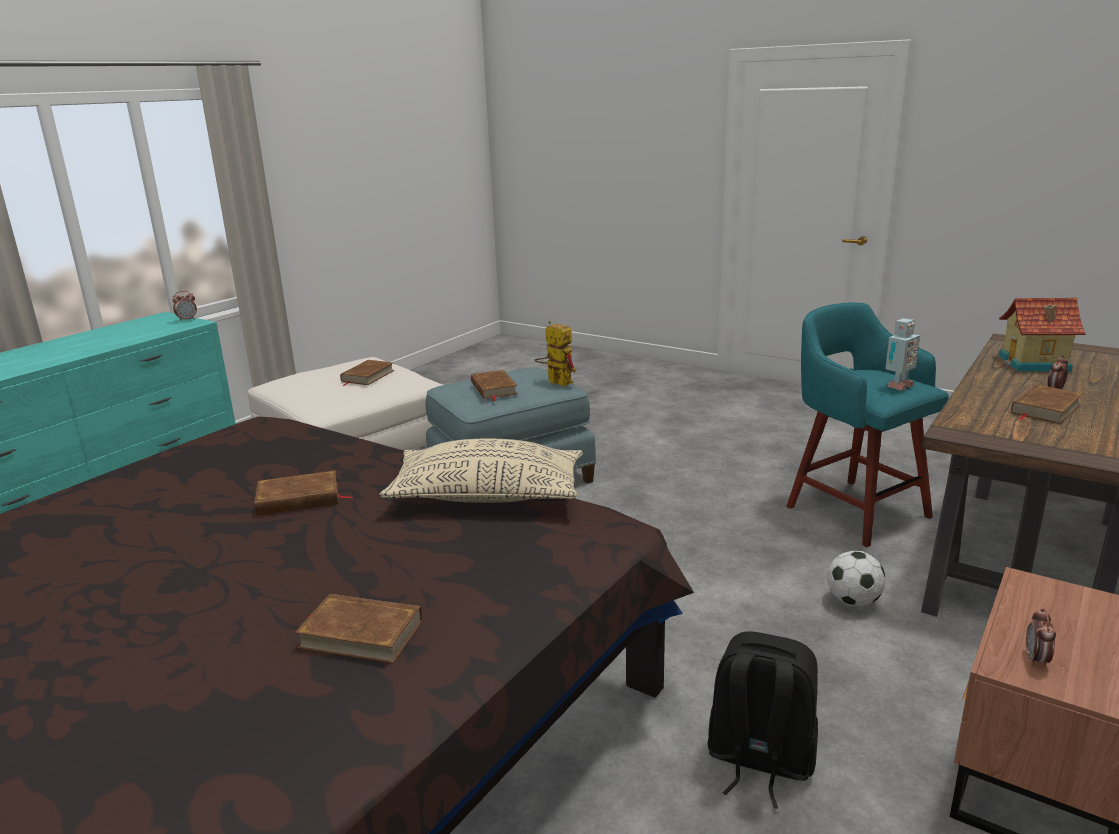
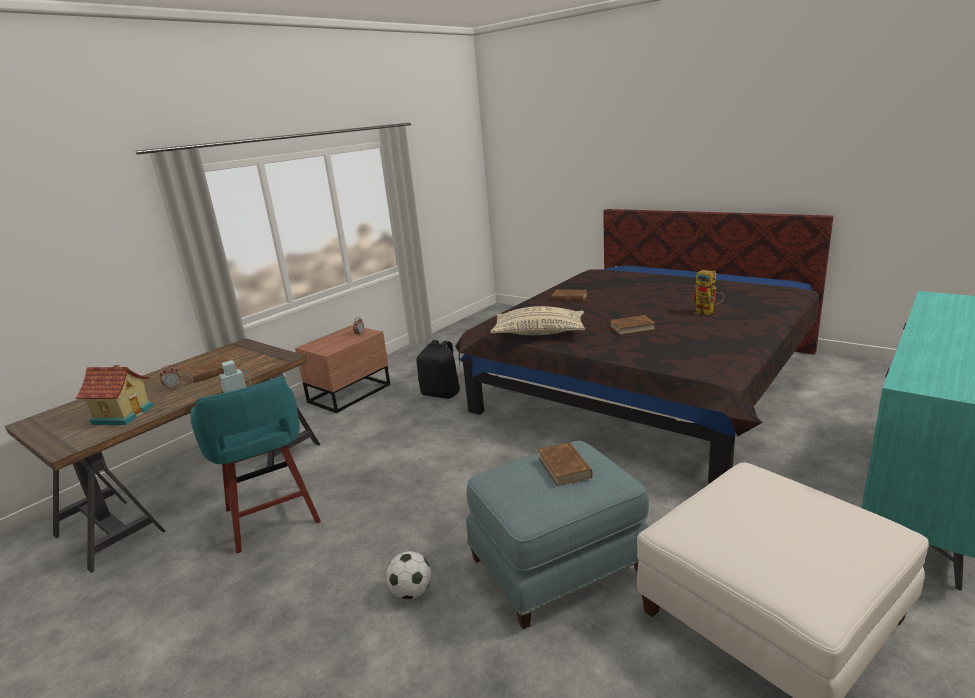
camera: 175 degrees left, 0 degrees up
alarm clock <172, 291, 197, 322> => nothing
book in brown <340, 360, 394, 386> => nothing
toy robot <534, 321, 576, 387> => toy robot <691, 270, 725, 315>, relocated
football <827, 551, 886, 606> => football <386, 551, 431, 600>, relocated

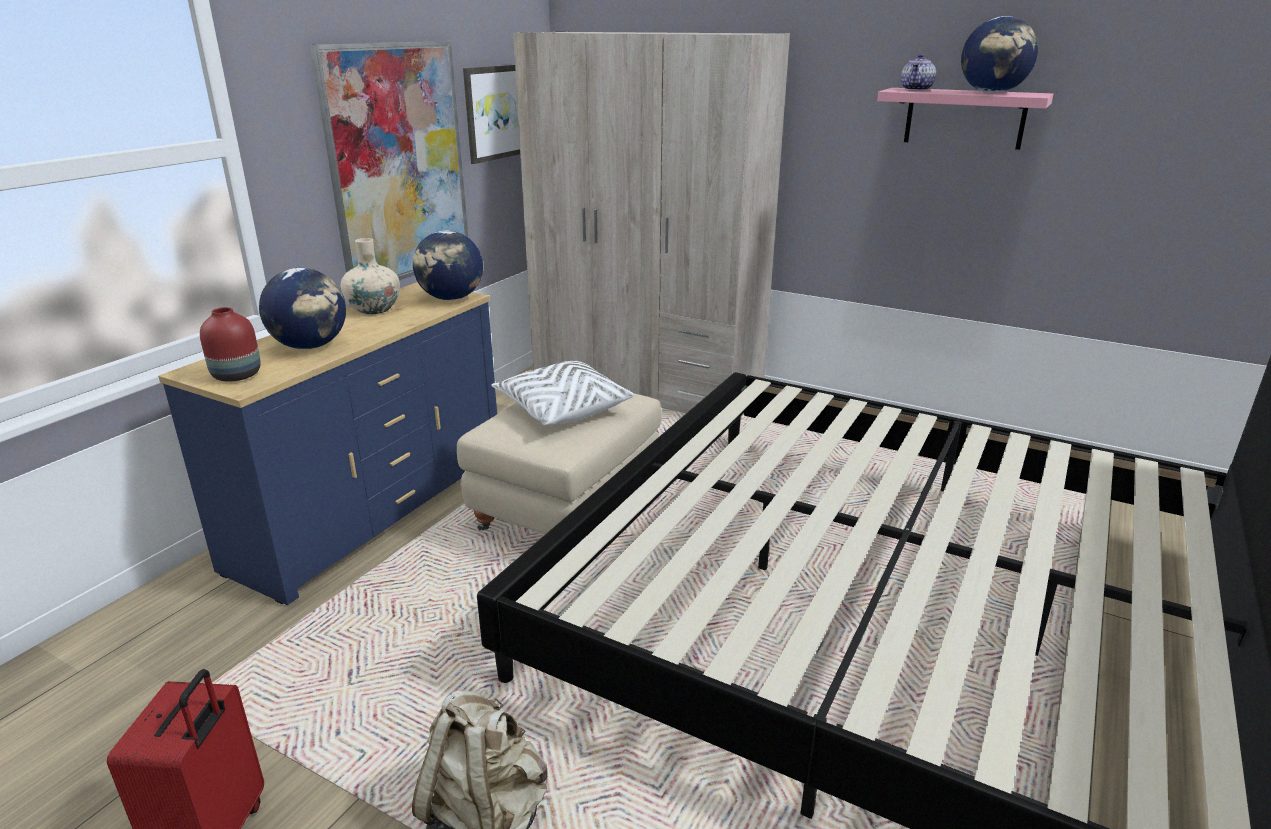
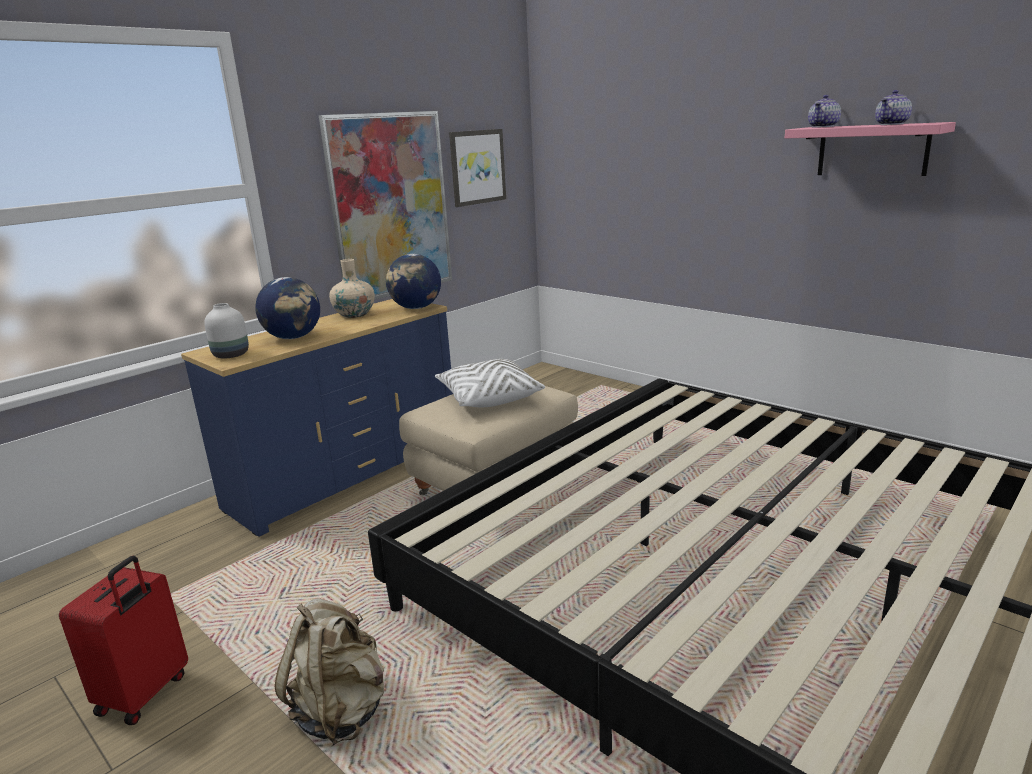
camera: 15 degrees right, 5 degrees down
vase in red <200, 307, 261, 382> => vase in white <204, 303, 249, 358>
wardrobe in beige <513, 32, 790, 413> => nothing
globe <961, 16, 1038, 93> => teapot <875, 90, 912, 125>

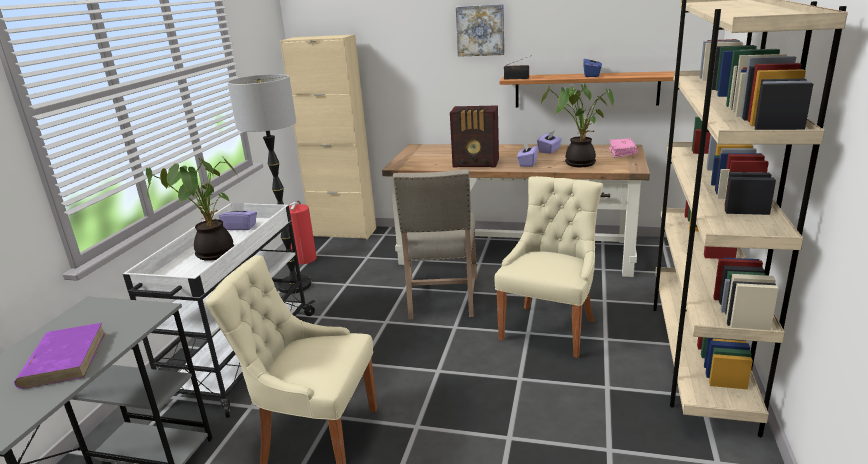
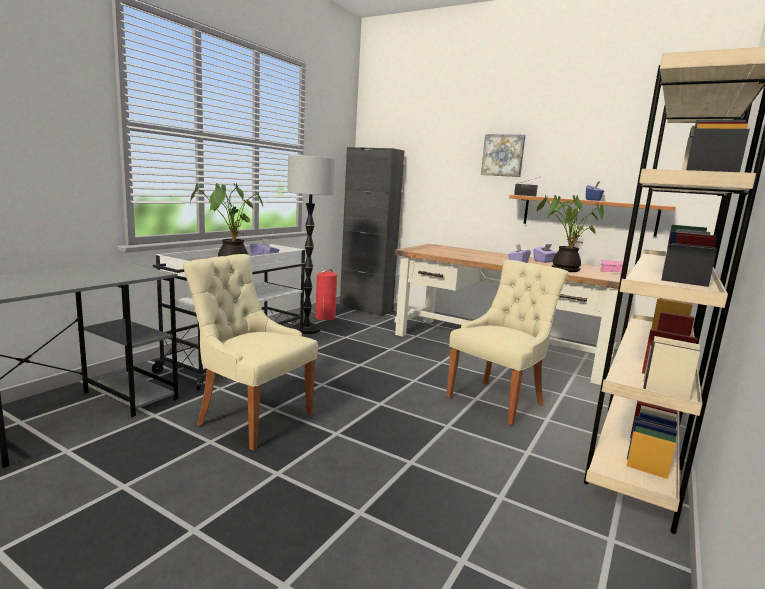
camera: 15 degrees right, 10 degrees down
book in purple <14, 323, 105, 389> => nothing
cabinet in beige <280, 34, 376, 239> => cabinet in black <340, 147, 404, 316>
chair in beige <393, 169, 477, 319> => nothing
radio <450, 105, 499, 168> => nothing

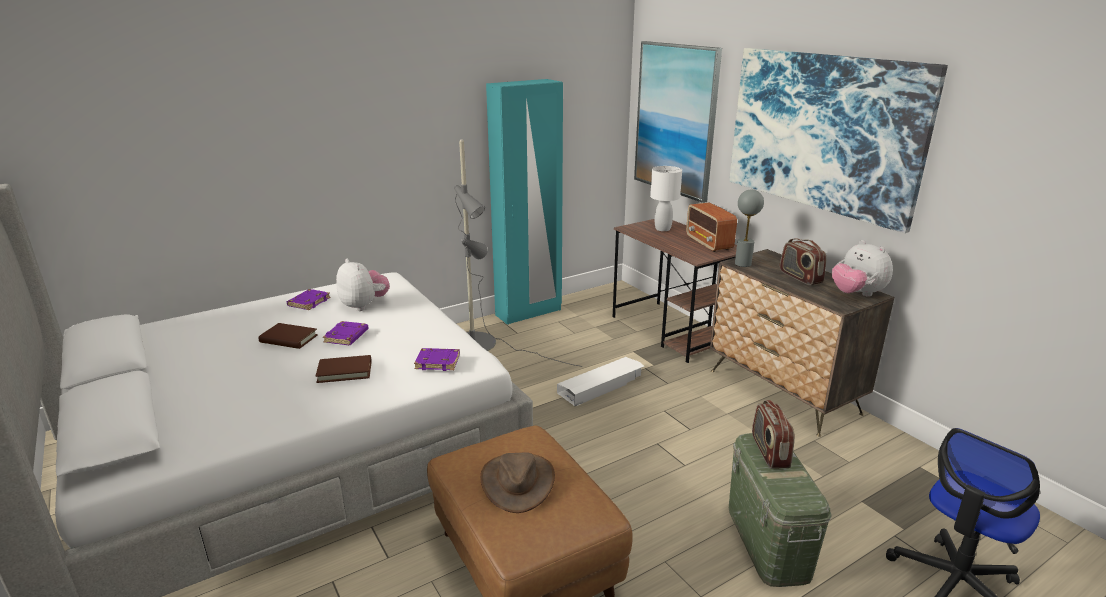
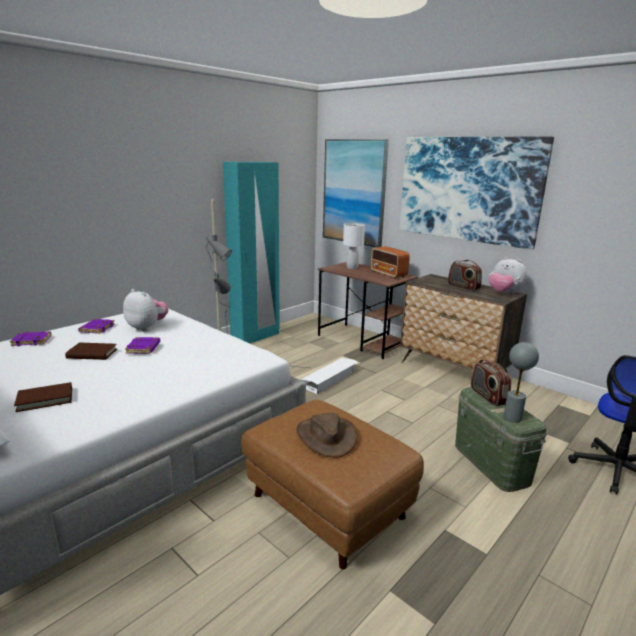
camera: 15 degrees left, 5 degrees down
book in brown <315, 355, 372, 383> => book in brown <14, 382, 72, 412>, relocated
book in purple <414, 348, 460, 371> => book in purple <10, 332, 51, 346>, relocated
table lamp in grey <735, 189, 764, 267> => table lamp in grey <504, 342, 539, 423>, relocated

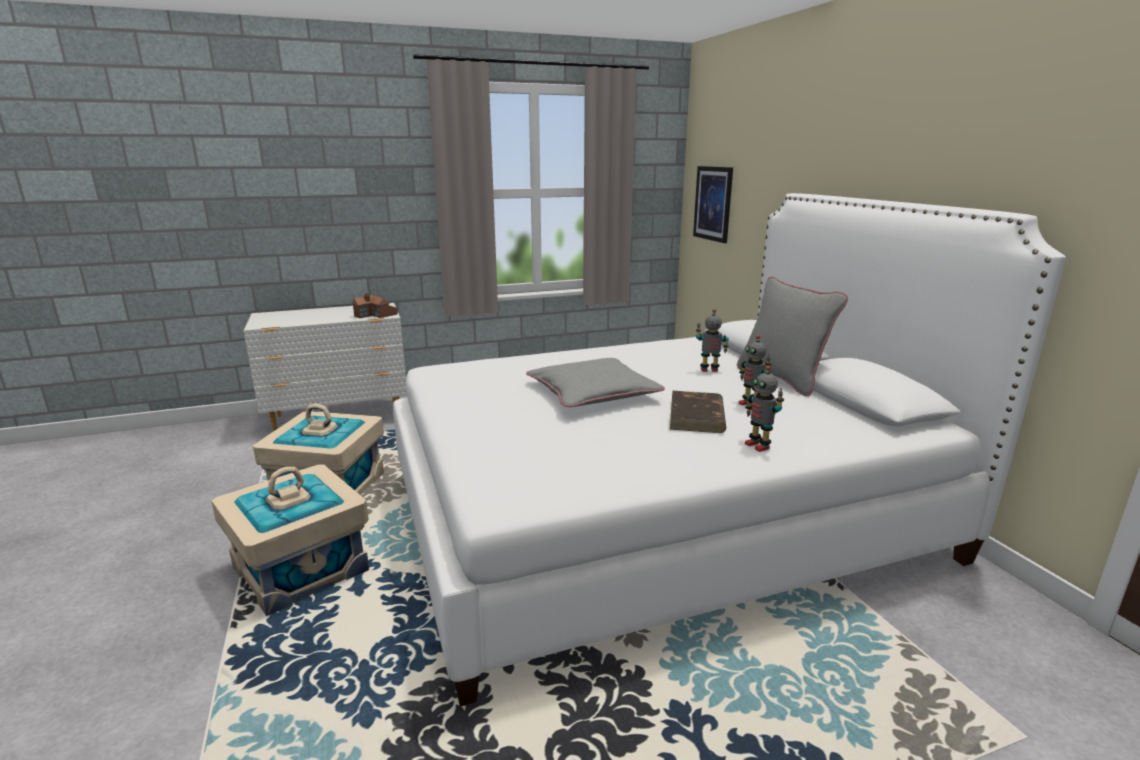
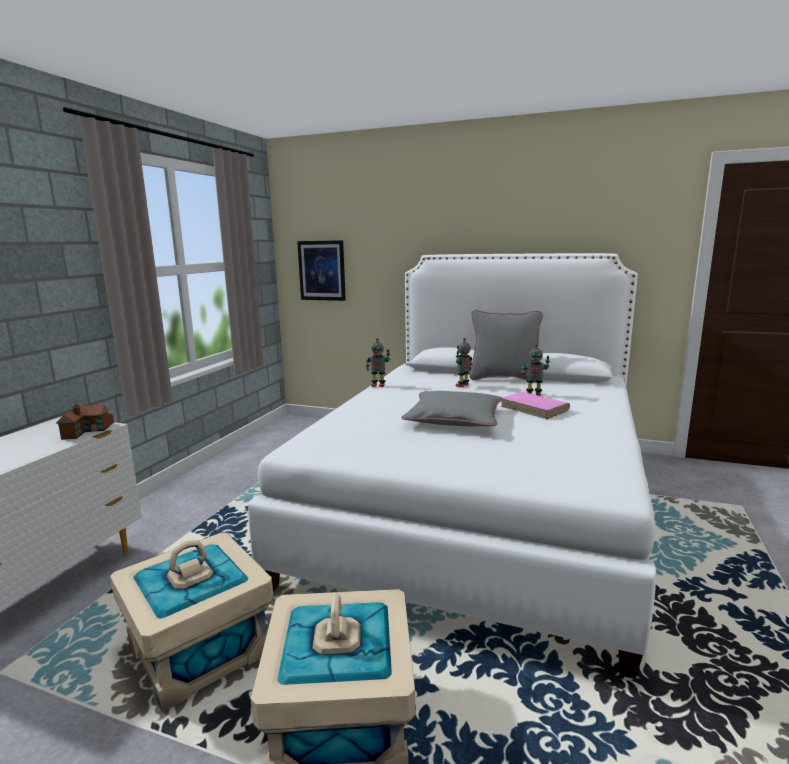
camera: 50 degrees left, 5 degrees down
book in brown <670, 391, 726, 433> => book in pink <501, 392, 570, 419>
toy robot <745, 366, 784, 452> => toy robot <366, 338, 390, 387>, relocated

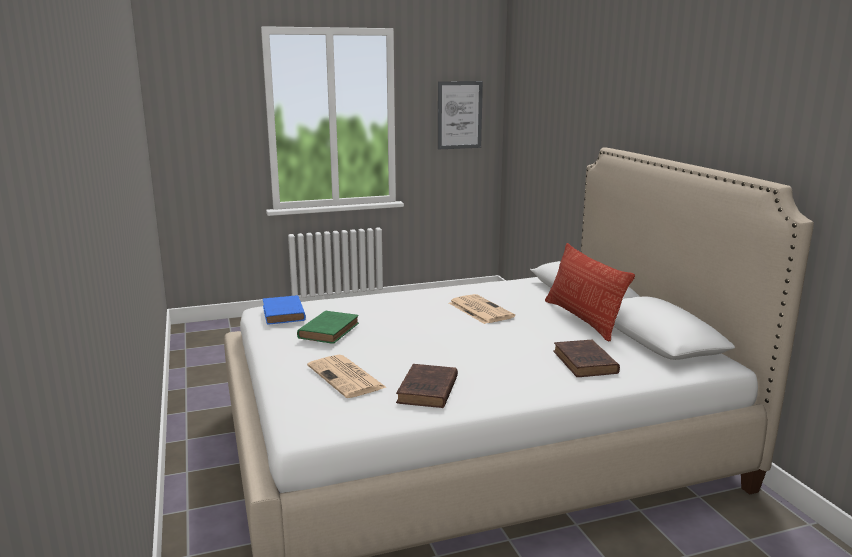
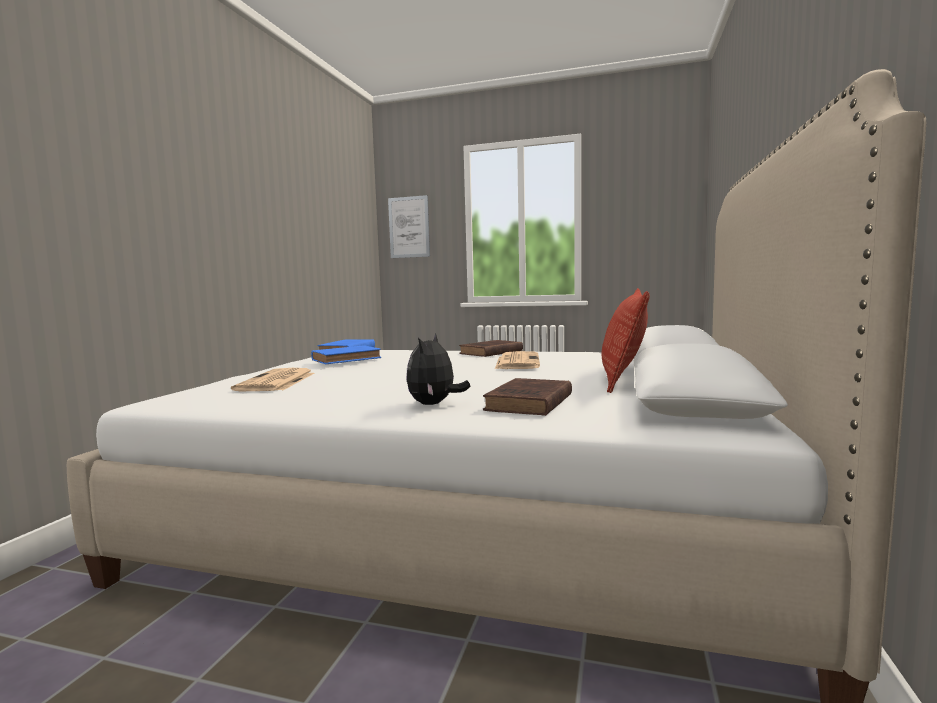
camera: 35 degrees right, 10 degrees down
book in green <297, 311, 359, 344> => book in blue <311, 345, 381, 364>
book in brown <396, 364, 458, 408> => book in brown <459, 340, 523, 357>, relocated
picture <438, 81, 483, 150> => picture <388, 195, 430, 258>, relocated
nothing => plush toy <406, 333, 470, 405>

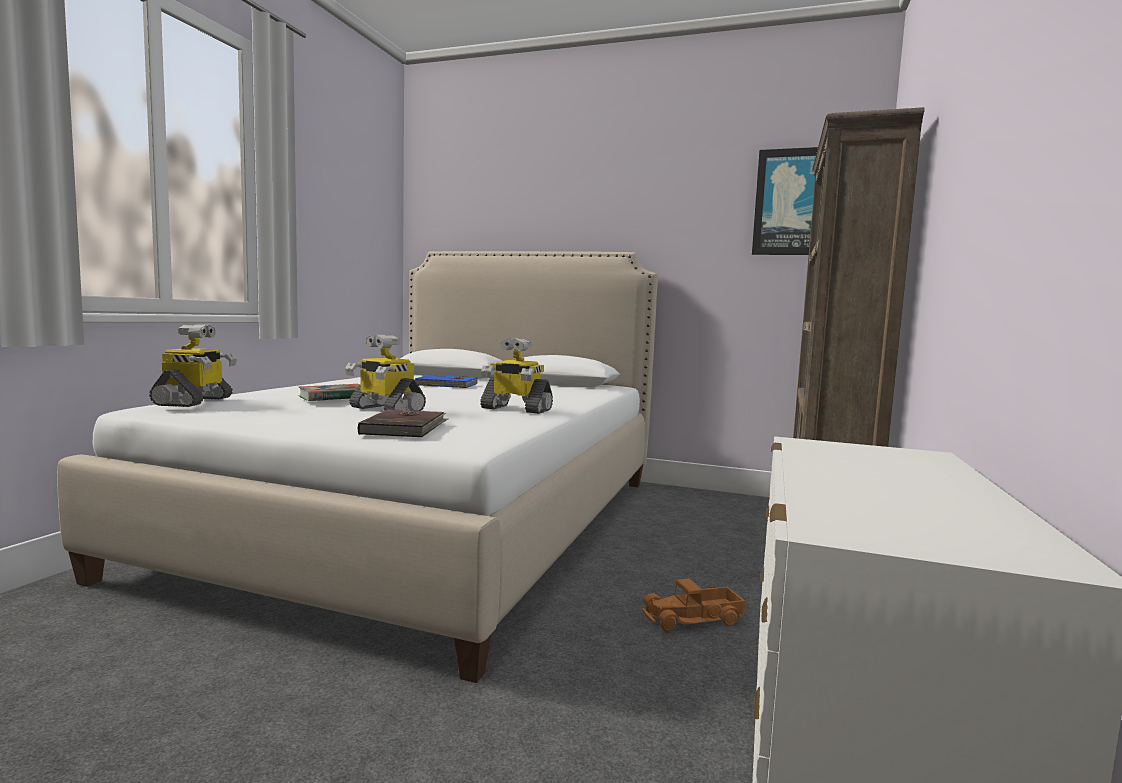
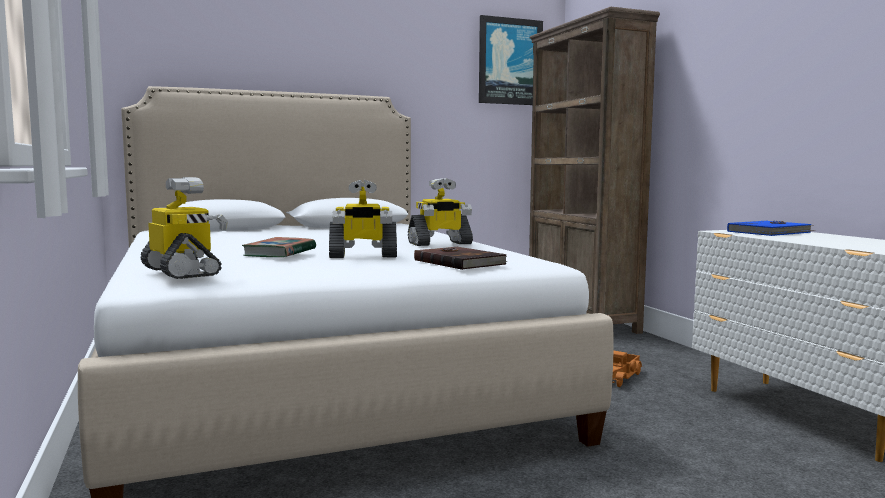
camera: 40 degrees left, 0 degrees up
book in blue <415, 375, 478, 388> => book in blue <727, 220, 815, 236>, relocated

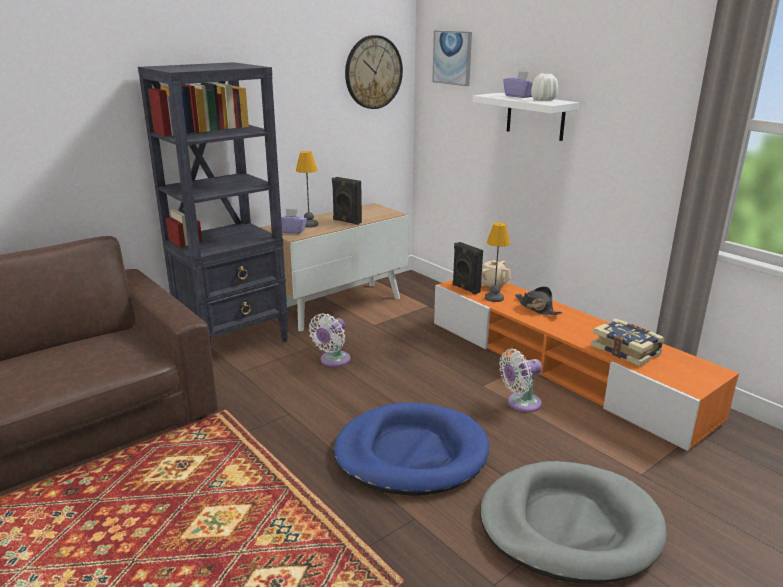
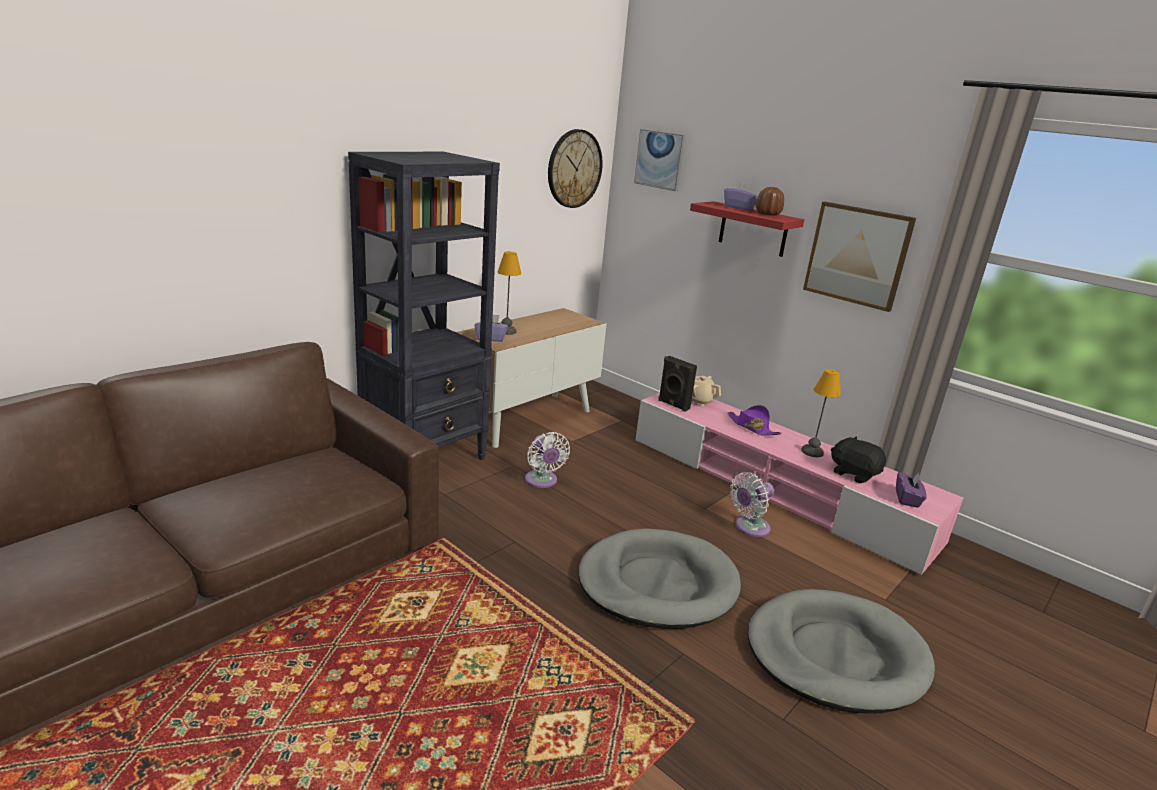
camera: 10 degrees left, 0 degrees up
fan in white <309, 313, 351, 367> => fan in white <525, 432, 570, 488>, 45 degrees counterclockwise
speaker in black <332, 177, 362, 225> => nothing
dog bed in blue <334, 402, 489, 496> => dog bed in grey <578, 528, 741, 629>
tv stand in orange <434, 280, 739, 451> => tv stand in pink <636, 393, 964, 575>
shelf in white <473, 93, 579, 141> => shelf in red <690, 201, 804, 257>
table lamp <485, 222, 510, 302> => table lamp <801, 369, 841, 457>, relocated
hat in black <515, 286, 563, 315> => hat in purple <727, 405, 782, 436>
vase in white <531, 73, 558, 101> => vase in brown <756, 187, 784, 216>
book <591, 318, 665, 366> => plush toy in black <831, 436, 886, 484>
nothing => picture <803, 202, 916, 312>
nothing => tissue box in purple <896, 472, 927, 508>

